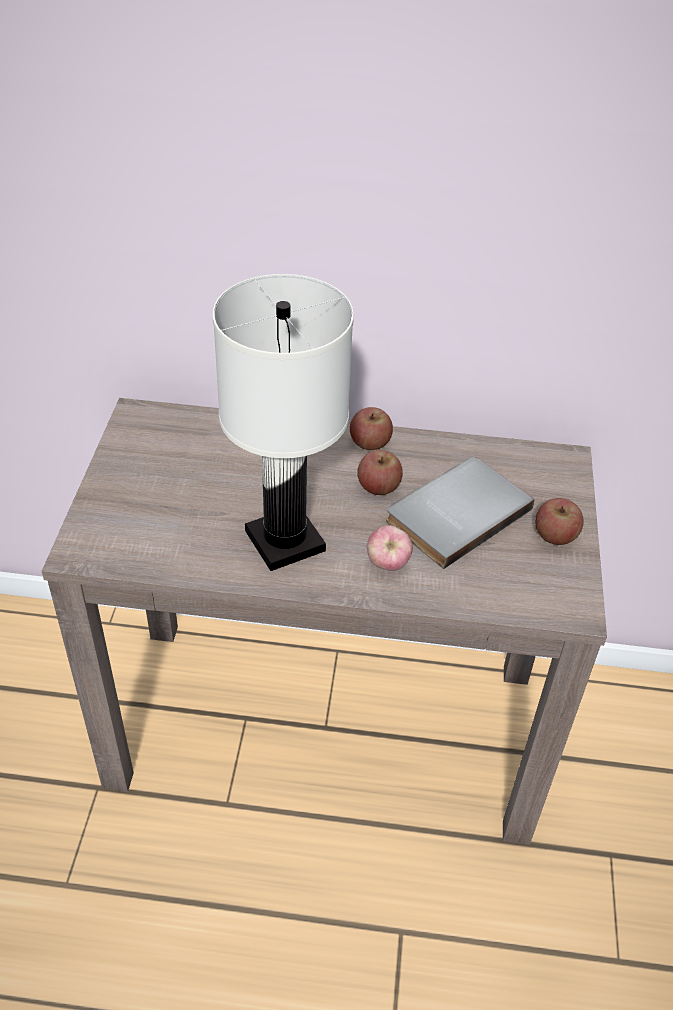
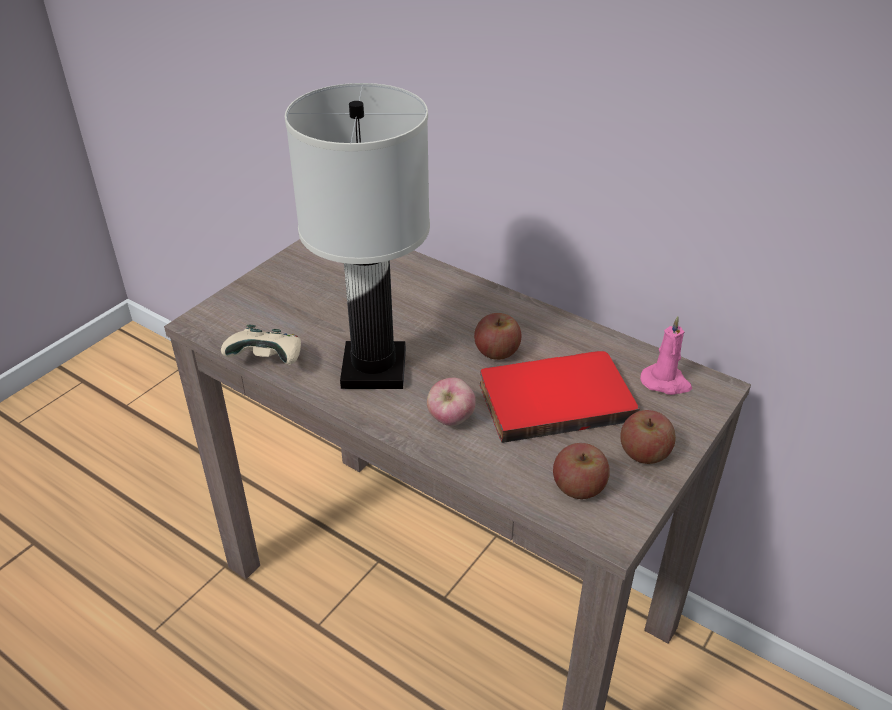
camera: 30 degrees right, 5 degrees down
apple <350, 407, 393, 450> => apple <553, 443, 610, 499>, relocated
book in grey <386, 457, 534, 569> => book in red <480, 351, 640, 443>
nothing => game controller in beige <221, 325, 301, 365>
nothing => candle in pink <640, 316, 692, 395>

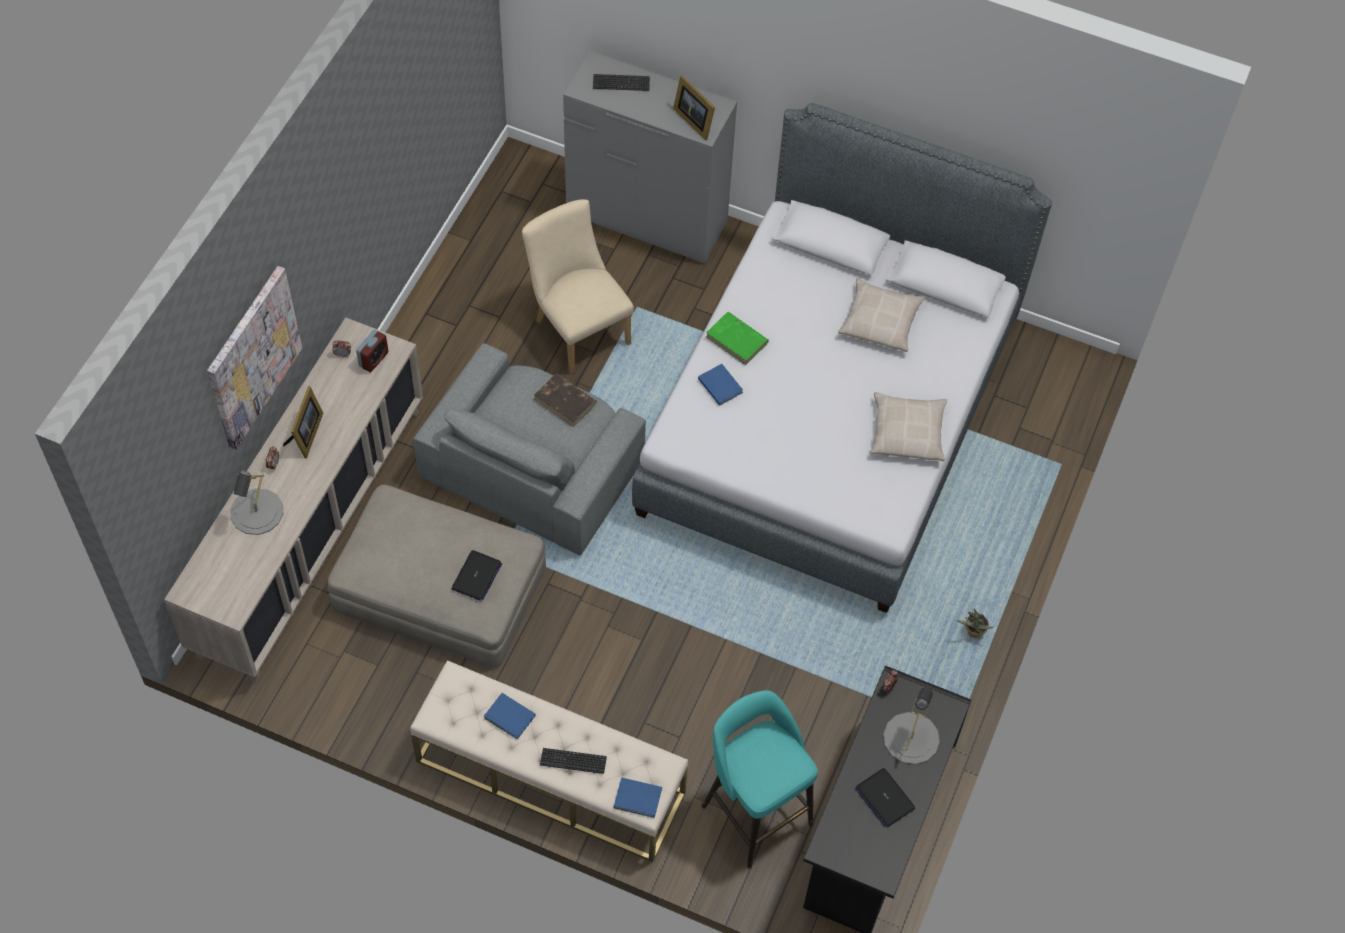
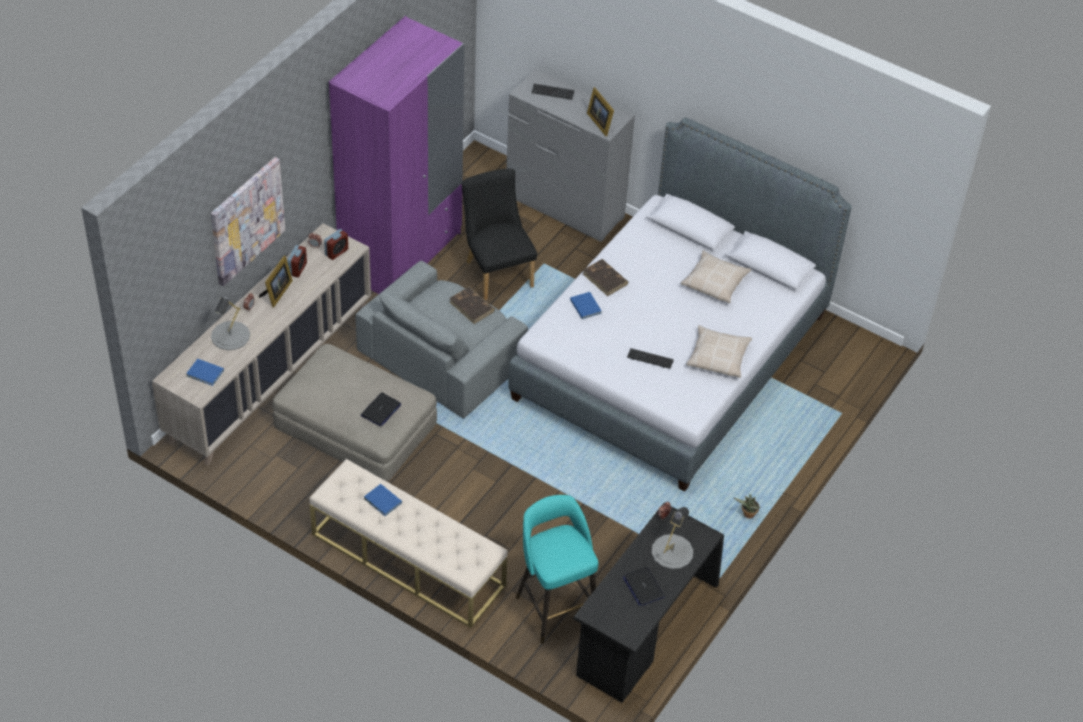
camera: 10 degrees right, 10 degrees down
chair in beige <522, 199, 634, 374> => chair in black <462, 169, 537, 300>
keyboard <540, 748, 607, 774> => keyboard <627, 348, 674, 369>, relocated
book in blue <614, 777, 662, 818> => book in blue <186, 359, 224, 386>, relocated
book in green <706, 312, 769, 365> => book in brown <583, 259, 628, 296>
nothing => alarm clock <288, 245, 307, 277>
nothing => wardrobe in purple <329, 16, 464, 294>

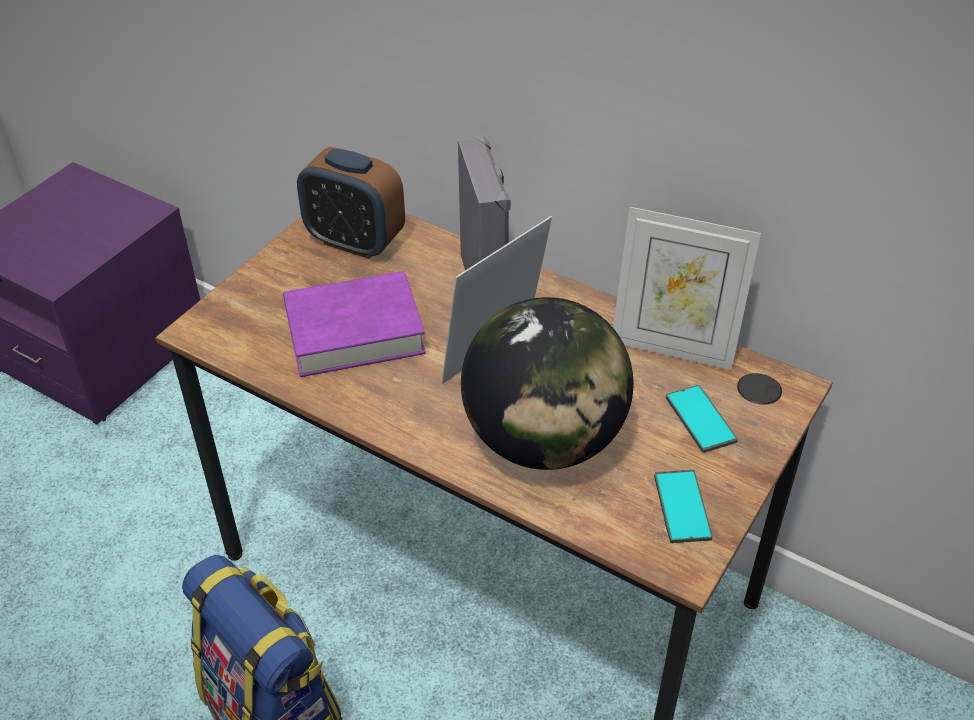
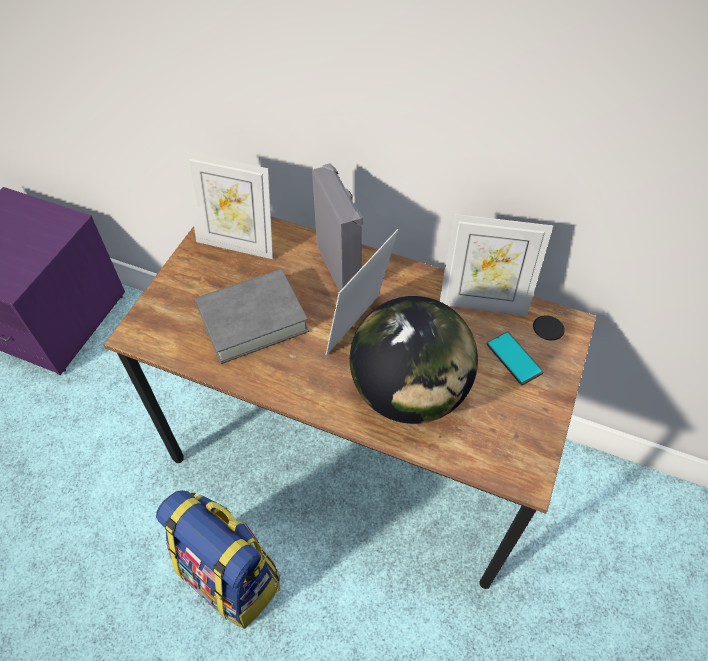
camera: 10 degrees left, 10 degrees up
book in purple <283, 271, 426, 377> => book in grey <195, 269, 309, 364>
alarm clock <297, 147, 405, 259> => picture frame <183, 151, 273, 259>
phone <654, 470, 713, 543> => nothing

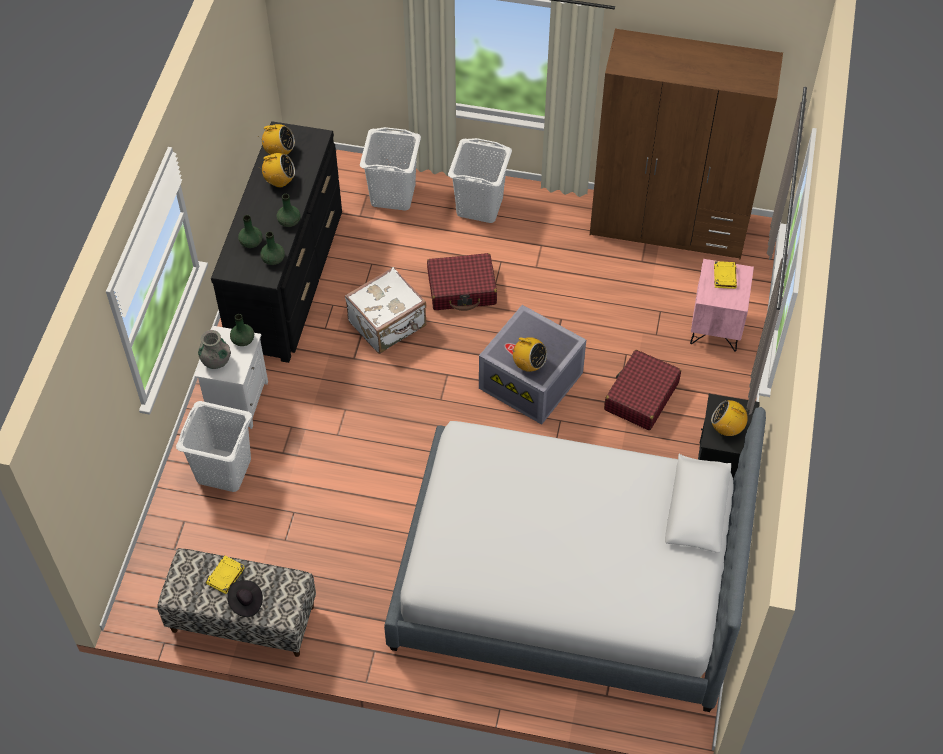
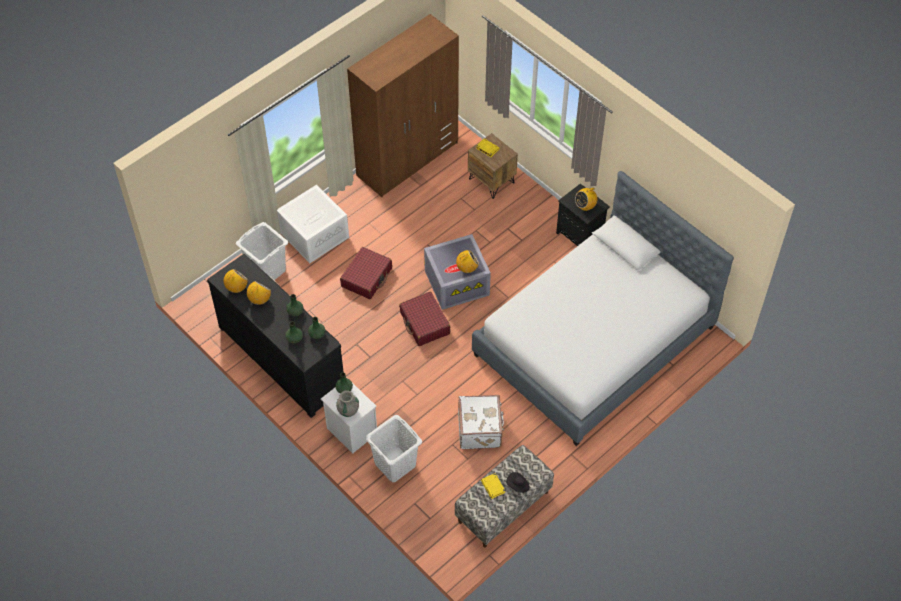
camera: 55 degrees left, 0 degrees up
suitcase in white <345, 267, 426, 354> => suitcase in white <458, 395, 504, 449>, relocated
laundry basket in white <448, 138, 512, 223> => storage box in white <277, 185, 349, 263>
suitcase in red <604, 350, 681, 430> => suitcase in red <399, 292, 450, 346>, relocated
nightstand in pink <690, 259, 754, 351> => nightstand in brown <468, 133, 518, 199>

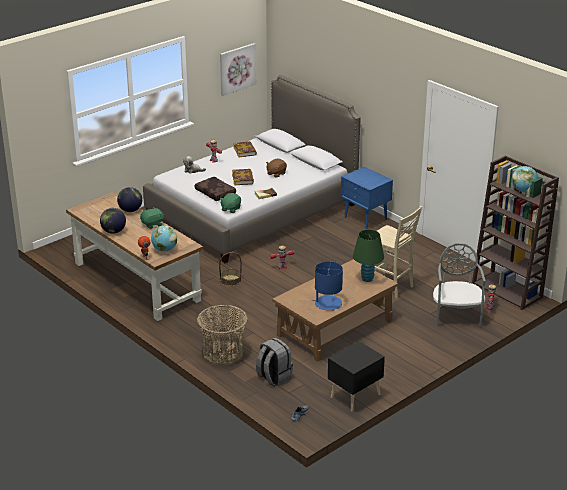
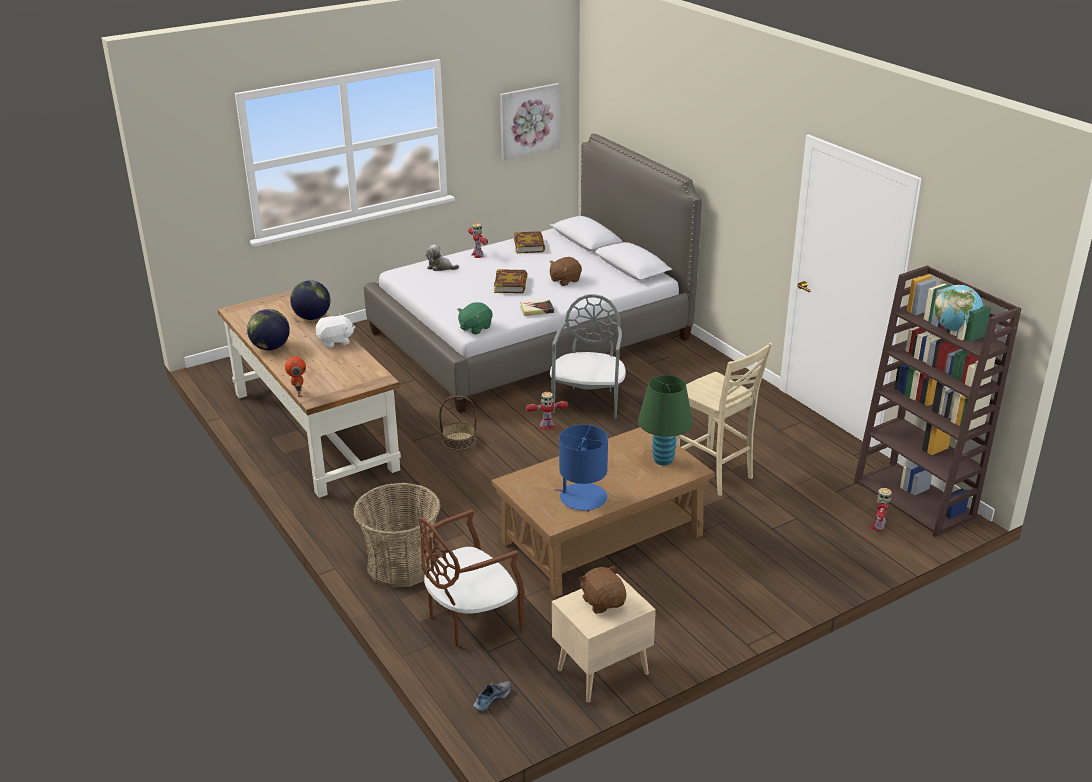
camera: 10 degrees right, 0 degrees up
plush toy in green <140, 207, 164, 229> => plush toy in white <316, 314, 355, 348>
globe <151, 225, 177, 252> => nothing
pillow in brown <195, 177, 236, 201> => nothing
backpack in grey <256, 338, 293, 387> => chair in brown <418, 509, 525, 647>
nightstand in black <328, 341, 385, 411> => nightstand in beige <552, 574, 656, 703>
nightstand in blue <341, 167, 393, 229> => nothing
chair in grey <433, 243, 486, 327> => chair in grey <550, 294, 626, 419>, relocated
nothing => plush toy in brown <579, 566, 626, 614>

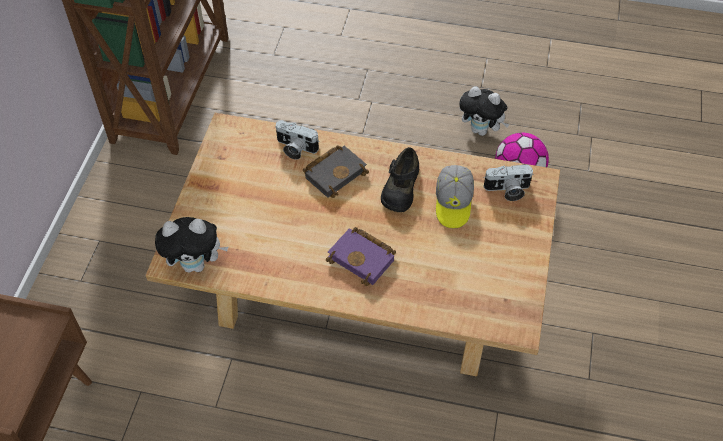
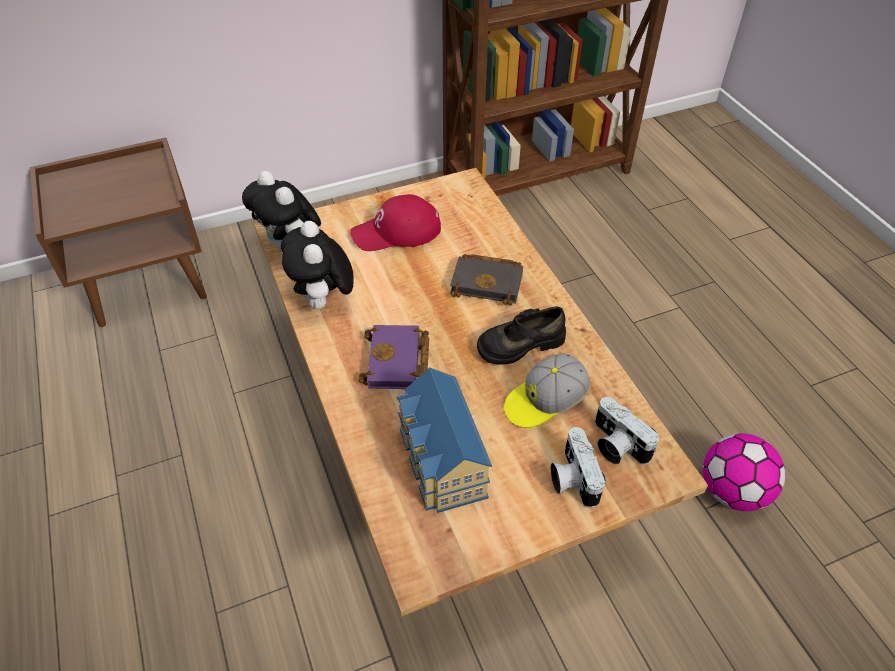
camera: 55 degrees right, 5 degrees down
photo camera <275, 121, 319, 160> => photo camera <551, 427, 606, 508>, relocated
plush toy <460, 86, 509, 136> => plush toy <281, 221, 354, 310>, relocated
nothing => cap in red <350, 194, 441, 251>
nothing => toy house <397, 368, 492, 513>

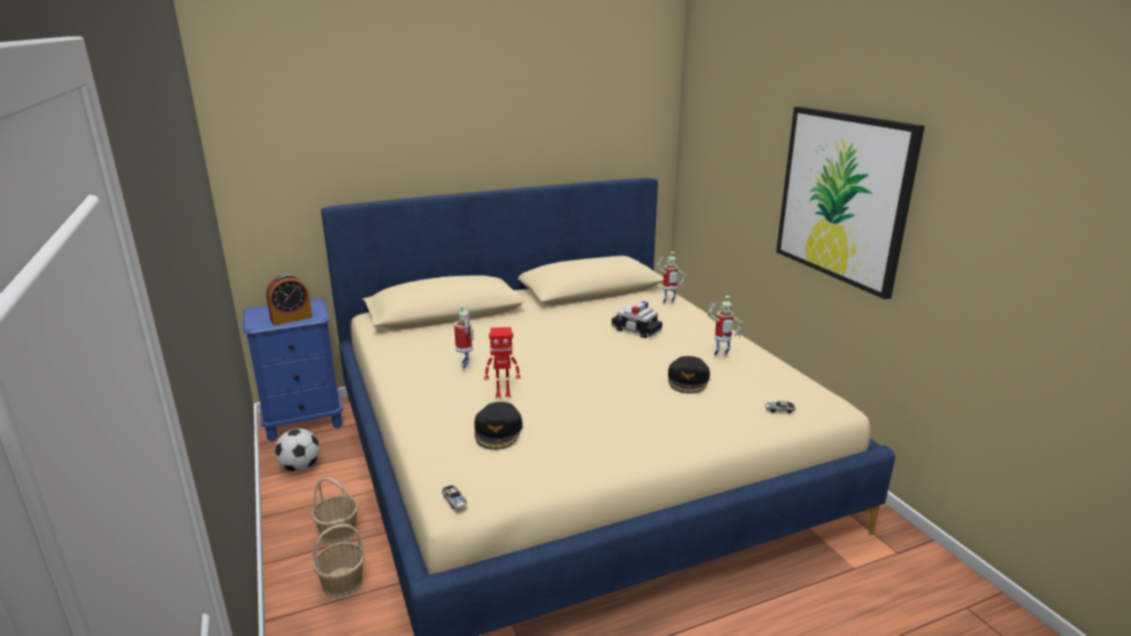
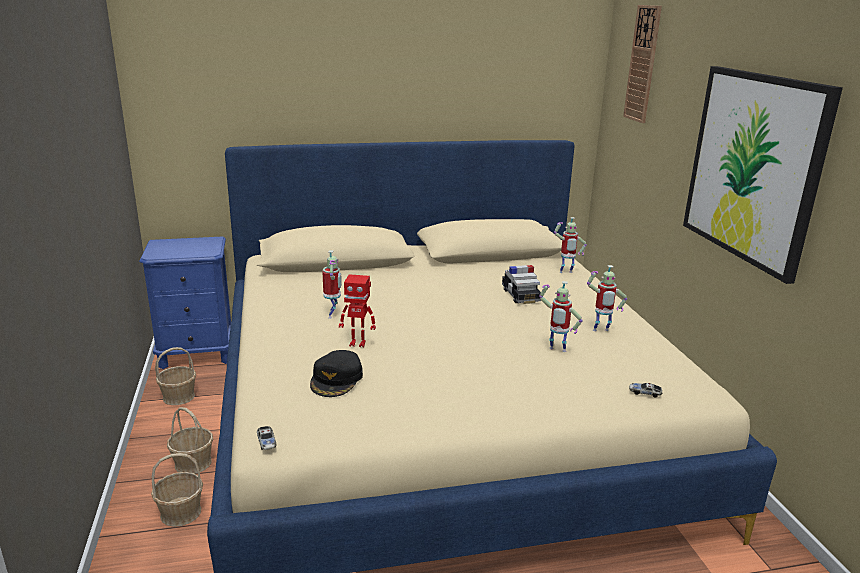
camera: 10 degrees right, 0 degrees up
alarm clock <266, 274, 312, 325> => nothing
football <274, 428, 320, 472> => basket <155, 347, 196, 405>
toy car <612, 301, 662, 338> => toy car <502, 265, 541, 304>, 150 degrees counterclockwise
cap in black <668, 356, 710, 394> => toy robot <539, 281, 583, 352>
nothing => wall clock <623, 5, 662, 123>

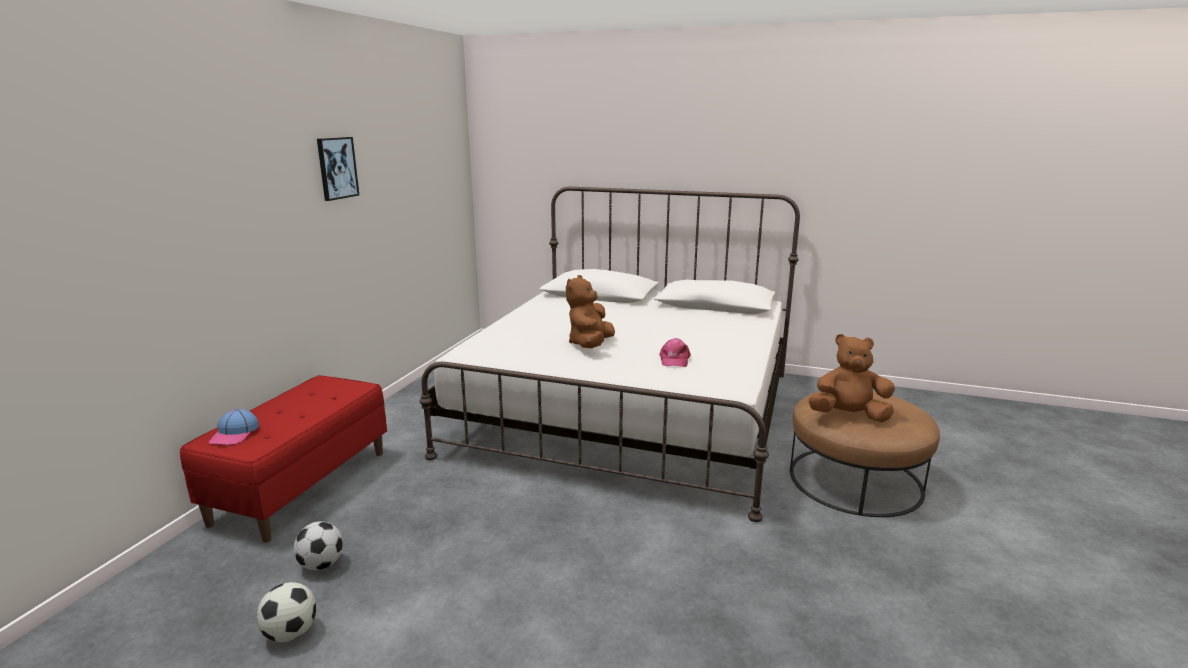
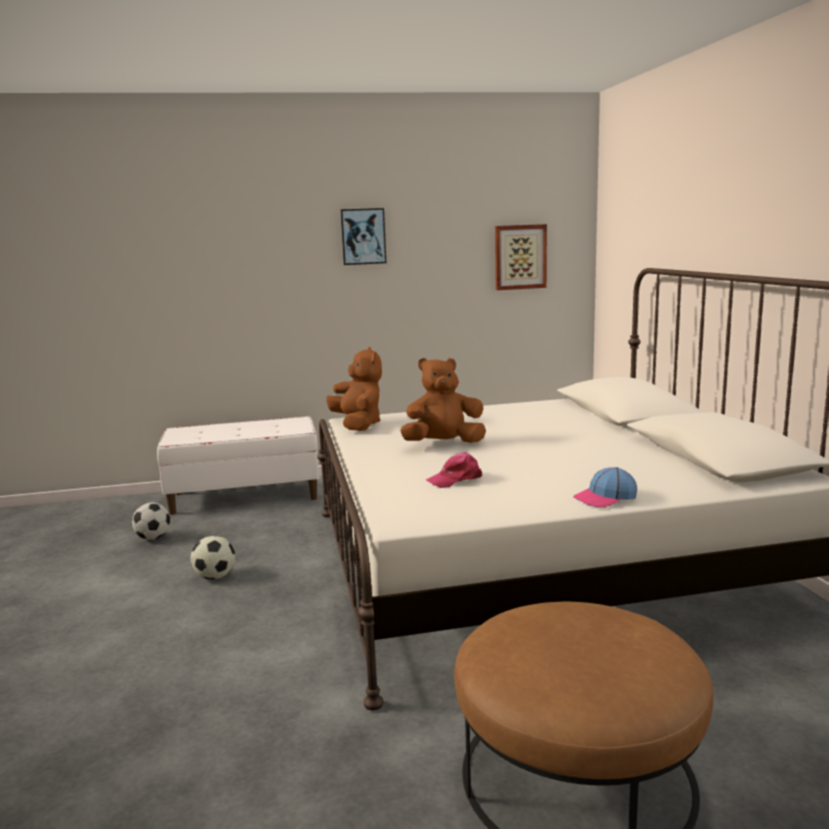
camera: 60 degrees right, 5 degrees down
bench in red <180, 375, 387, 543> => bench in white <157, 416, 319, 515>
cap <209, 409, 259, 445> => cap <573, 467, 637, 507>, relocated
football <257, 582, 316, 642> => football <190, 536, 235, 579>, relocated
plush toy in brown <808, 334, 895, 422> => plush toy in brown <326, 347, 382, 431>, relocated
nothing => picture <495, 224, 547, 290>

